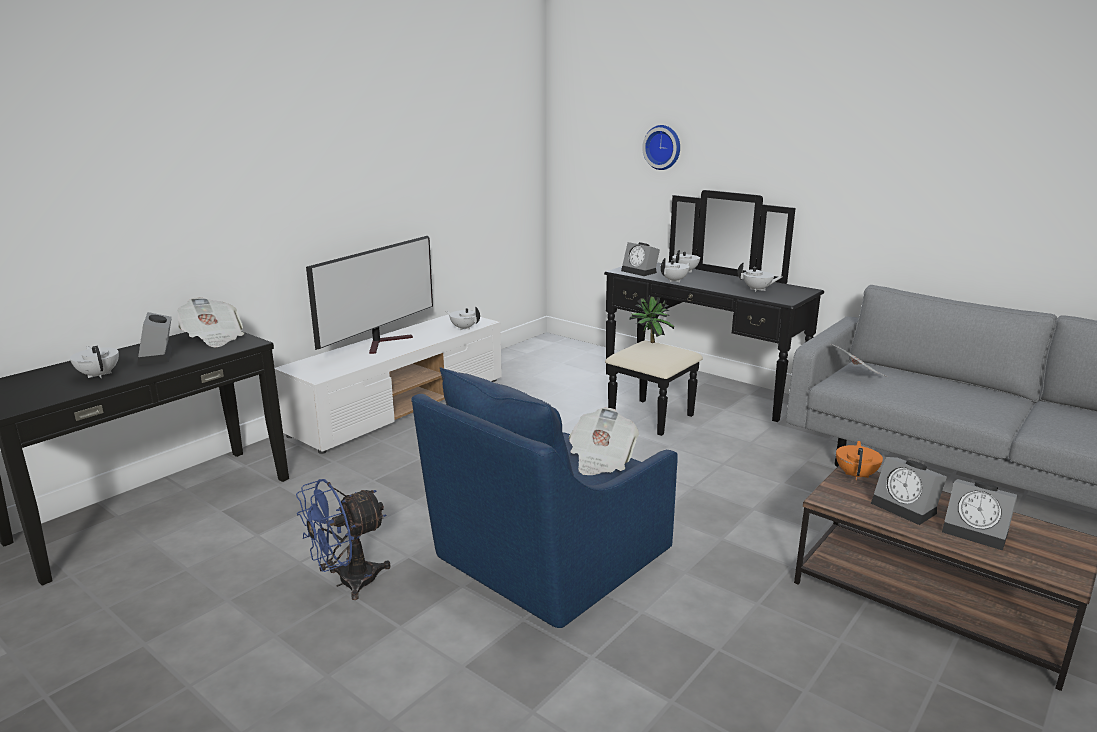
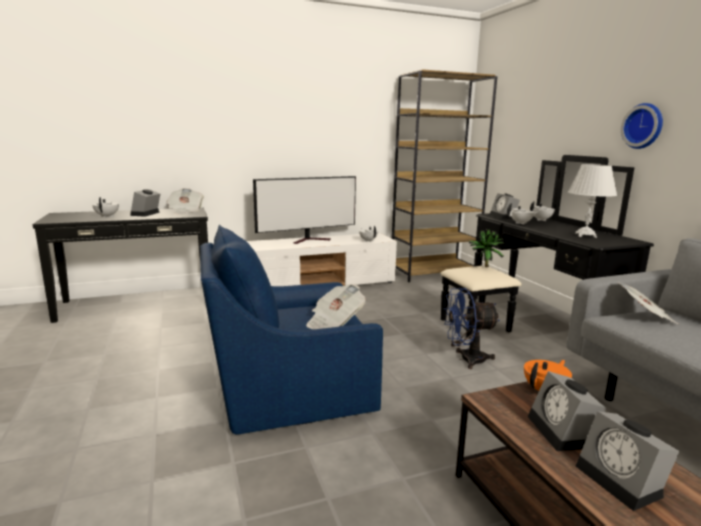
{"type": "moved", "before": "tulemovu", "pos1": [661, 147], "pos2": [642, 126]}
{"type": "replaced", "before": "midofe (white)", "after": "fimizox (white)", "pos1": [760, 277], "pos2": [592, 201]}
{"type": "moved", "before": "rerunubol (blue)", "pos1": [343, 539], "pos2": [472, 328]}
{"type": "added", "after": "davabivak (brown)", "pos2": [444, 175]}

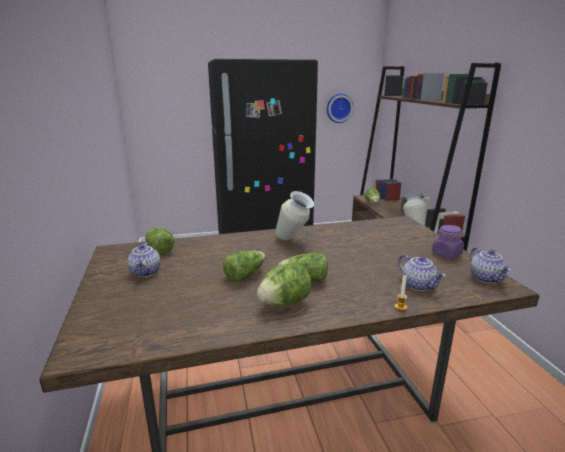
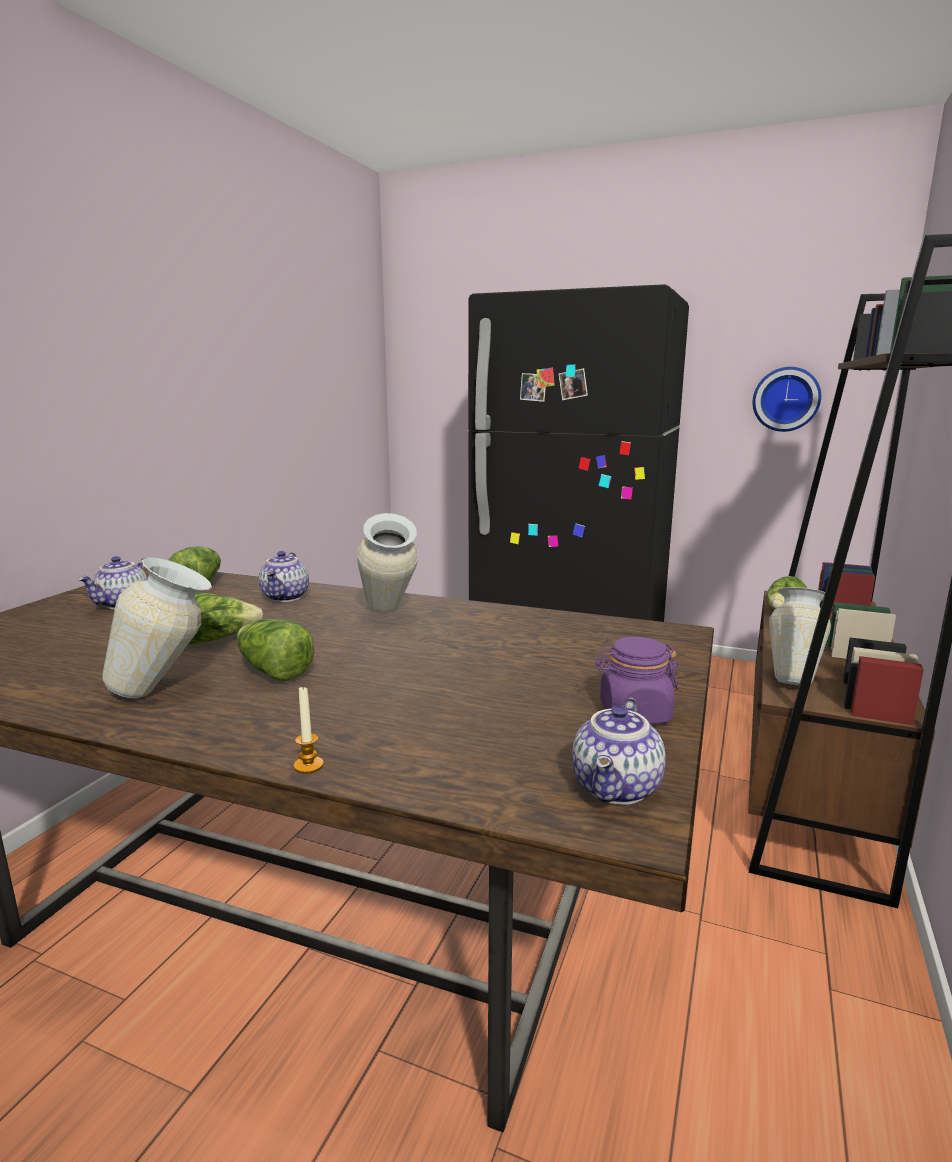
{"type": "moved", "before": "midofe", "pos1": [422, 272], "pos2": [284, 576]}
{"type": "replaced", "before": "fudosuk", "after": "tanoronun", "pos1": [284, 285], "pos2": [157, 628]}

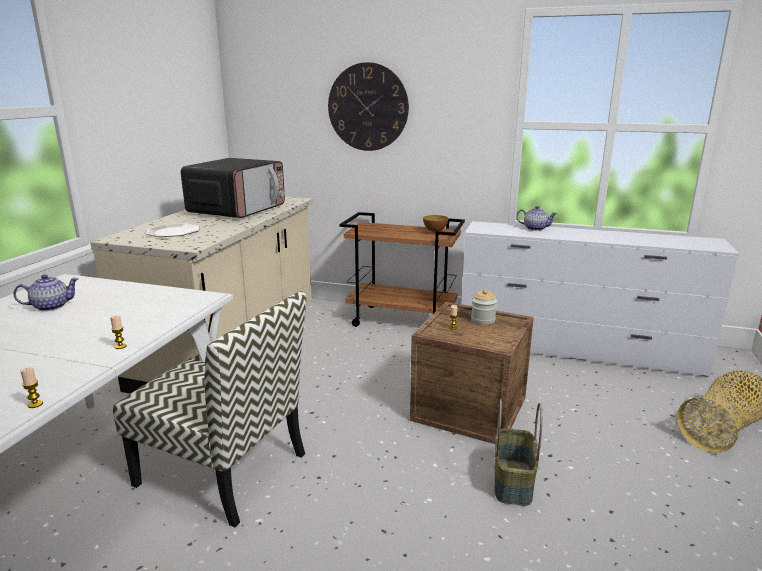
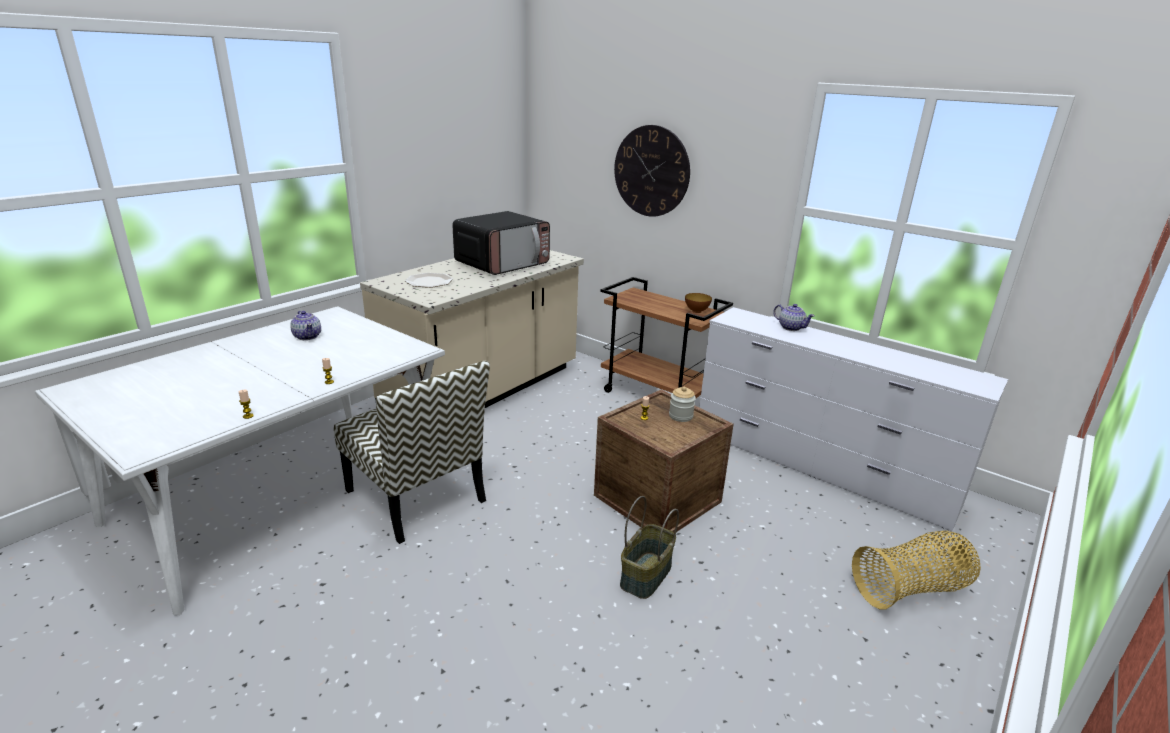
{"type": "turned", "before": "midofe", "pos1": [46, 292], "pos2": [305, 325], "turn": 60}

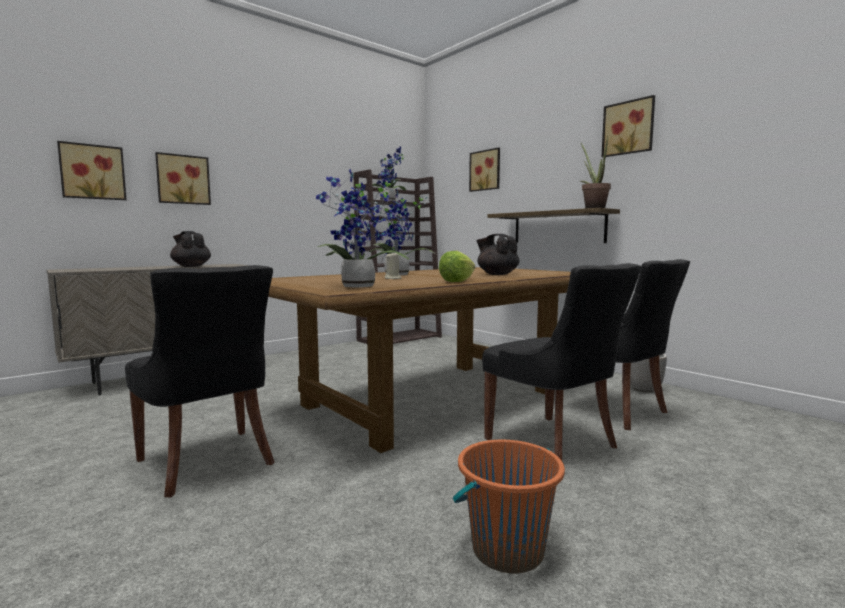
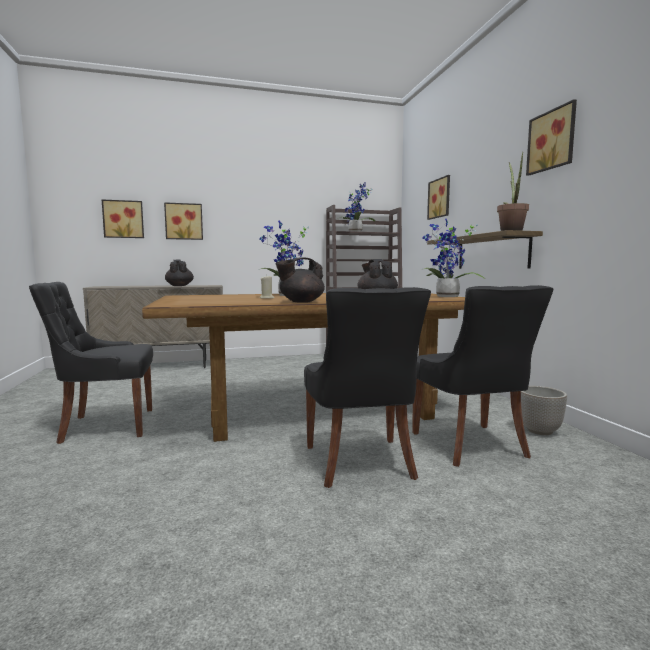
{"type": "moved", "before": "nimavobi", "pos1": [363, 228], "pos2": [453, 258]}
{"type": "replaced", "before": "fudosuk", "after": "midofe (black)", "pos1": [457, 266], "pos2": [300, 280]}
{"type": "turned", "before": "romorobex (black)", "pos1": [199, 381], "pos2": [91, 363], "turn": 90}
{"type": "removed", "before": "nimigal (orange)", "pos1": [509, 506]}

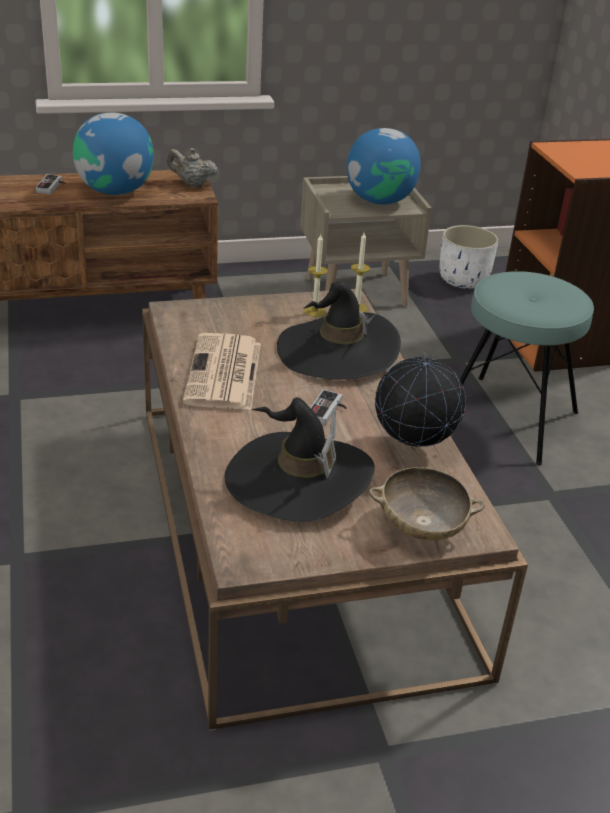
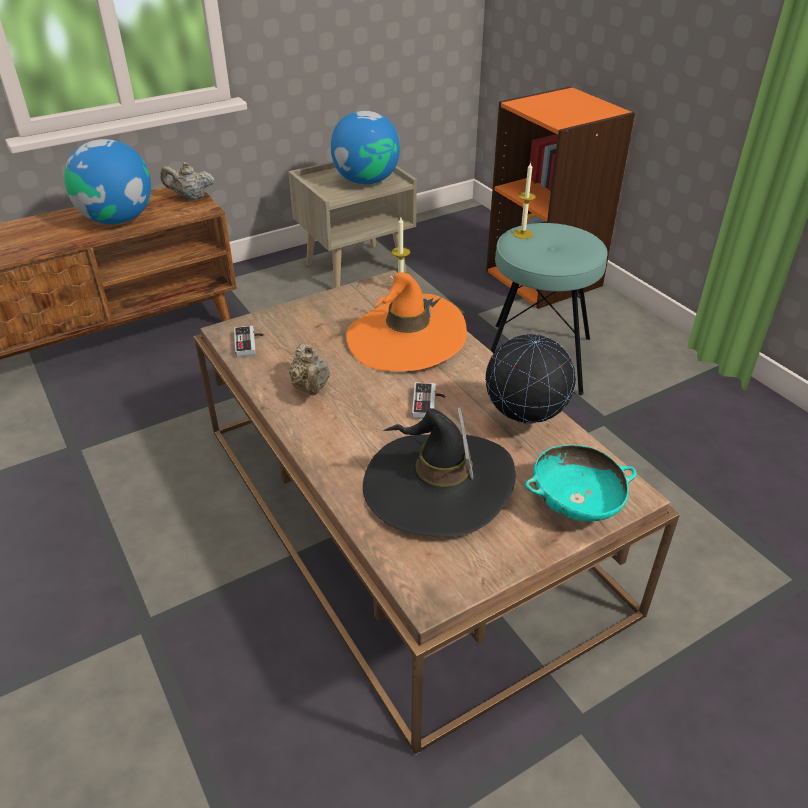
{"type": "moved", "before": "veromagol", "pos1": [50, 184], "pos2": [249, 341]}
{"type": "removed", "before": "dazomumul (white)", "pos1": [469, 257]}
{"type": "moved", "before": "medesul", "pos1": [316, 275], "pos2": [524, 201]}
{"type": "recoloured", "before": "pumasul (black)", "after": "pumasul (orange)", "pos1": [339, 330], "pos2": [406, 321]}
{"type": "replaced", "before": "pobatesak", "after": "midofe (beige)", "pos1": [221, 371], "pos2": [309, 370]}
{"type": "recoloured", "before": "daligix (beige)", "after": "daligix (turquoise)", "pos1": [427, 504], "pos2": [581, 483]}

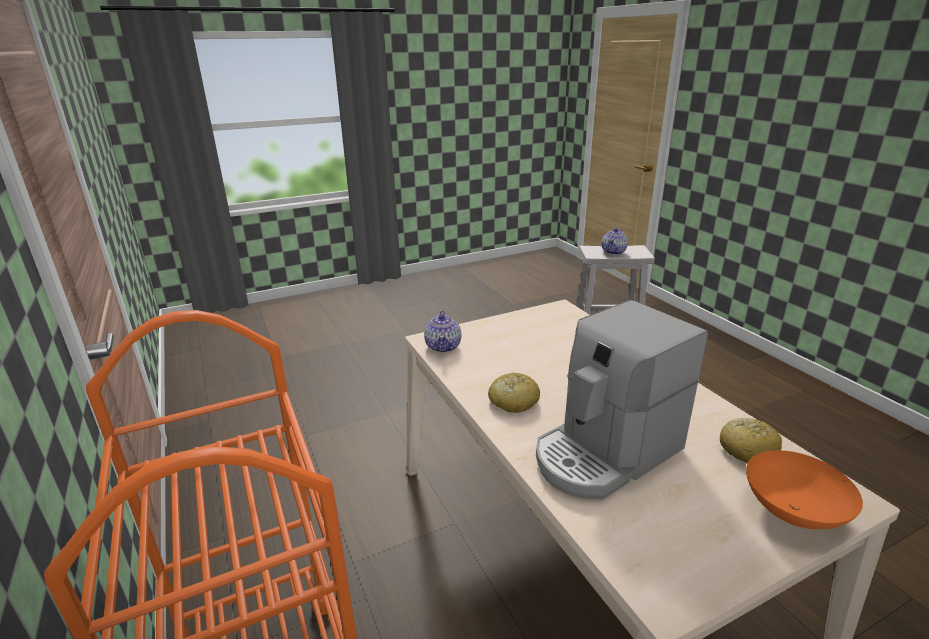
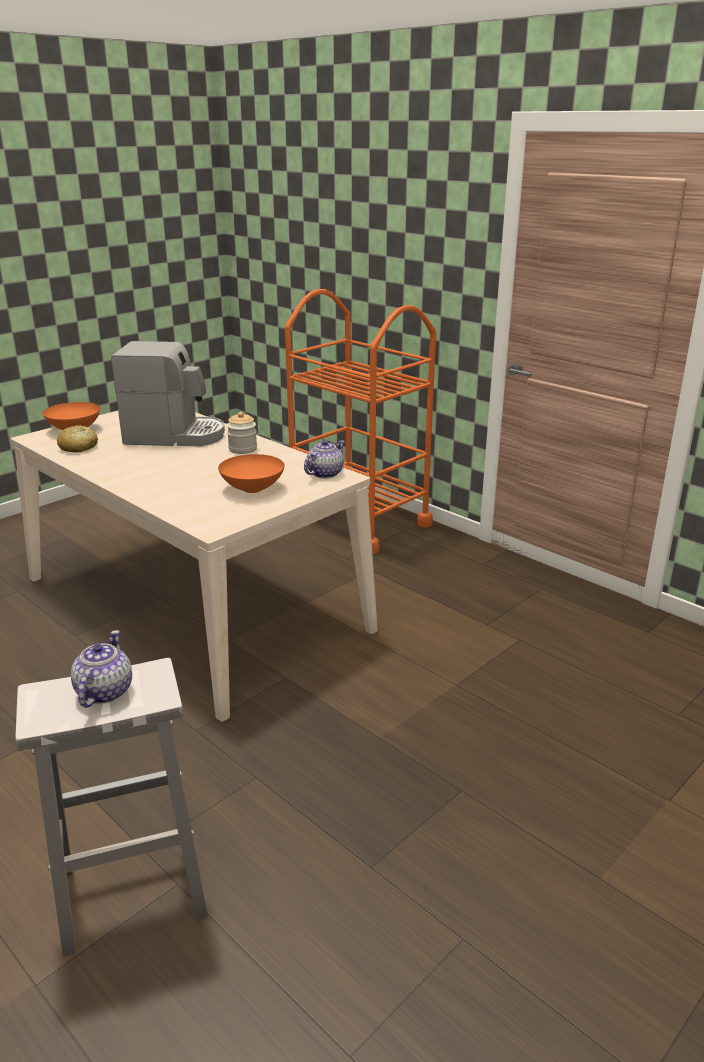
{"type": "turned", "before": "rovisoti", "pos1": [622, 400], "pos2": [168, 393], "turn": 60}
{"type": "turned", "before": "midofe", "pos1": [442, 332], "pos2": [324, 459], "turn": 60}
{"type": "replaced", "before": "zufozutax", "after": "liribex", "pos1": [514, 393], "pos2": [242, 433]}
{"type": "added", "after": "daligix (orange)", "pos2": [251, 473]}

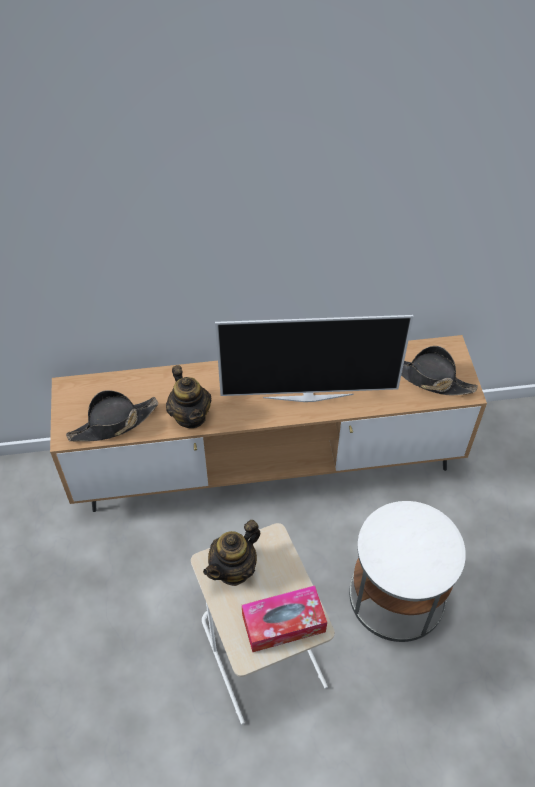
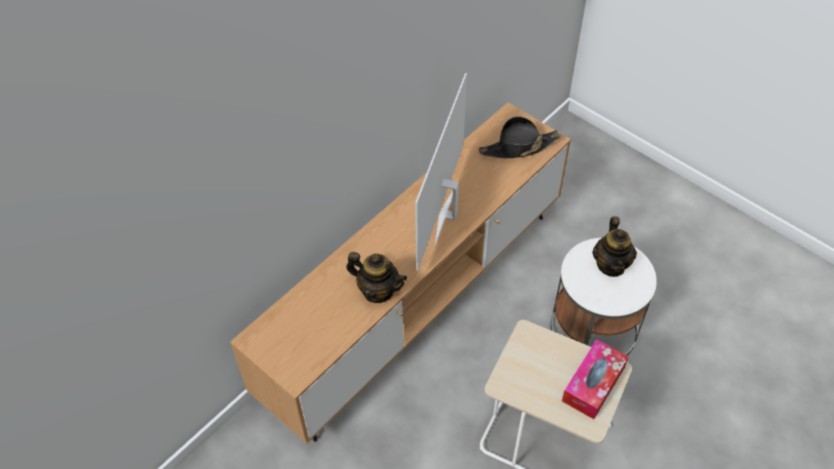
{"type": "turned", "before": "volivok", "pos1": [314, 358], "pos2": [441, 171], "turn": 150}
{"type": "removed", "before": "pumasul (black)", "pos1": [112, 415]}
{"type": "moved", "before": "midofe", "pos1": [232, 553], "pos2": [614, 246]}

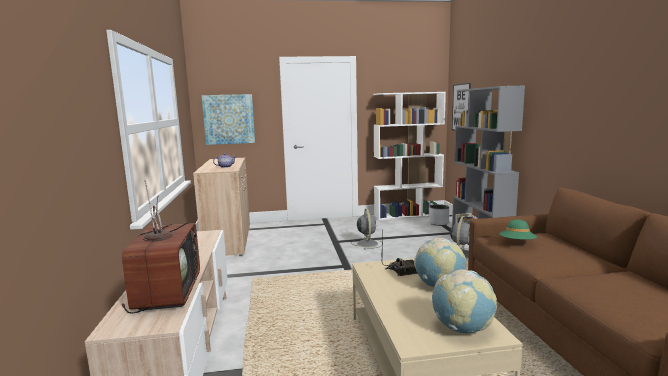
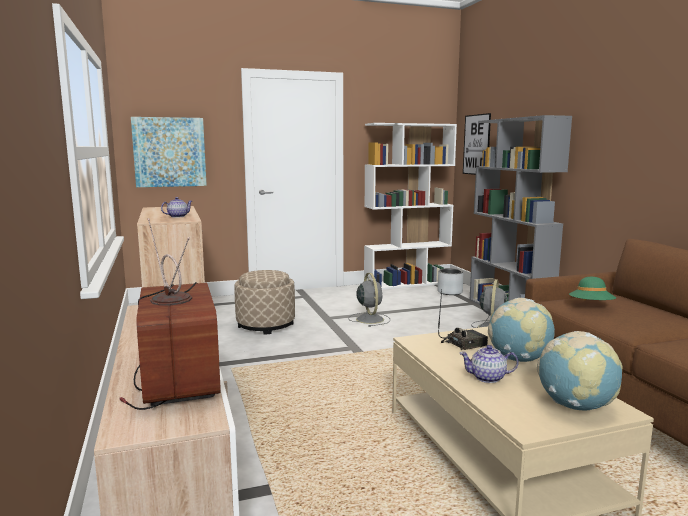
{"type": "added", "after": "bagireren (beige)", "pos2": [265, 302]}
{"type": "added", "after": "midofe", "pos2": [489, 364]}

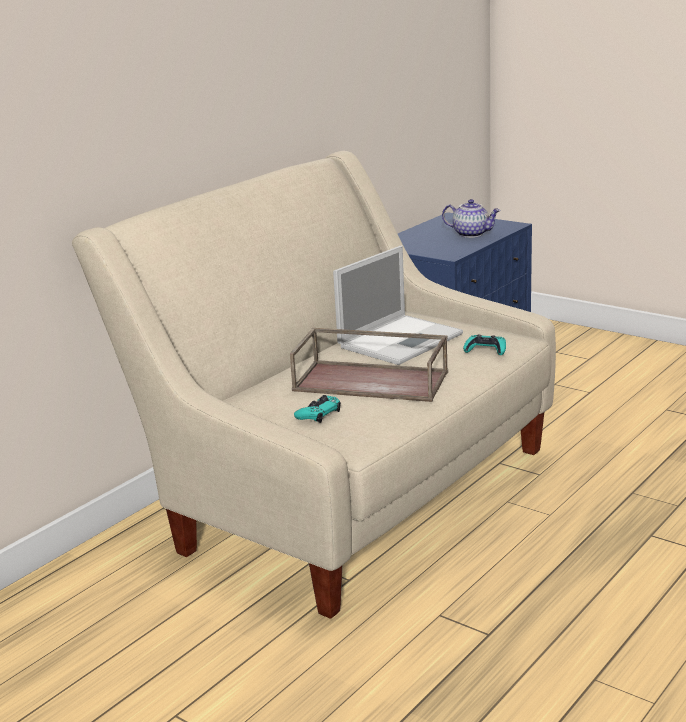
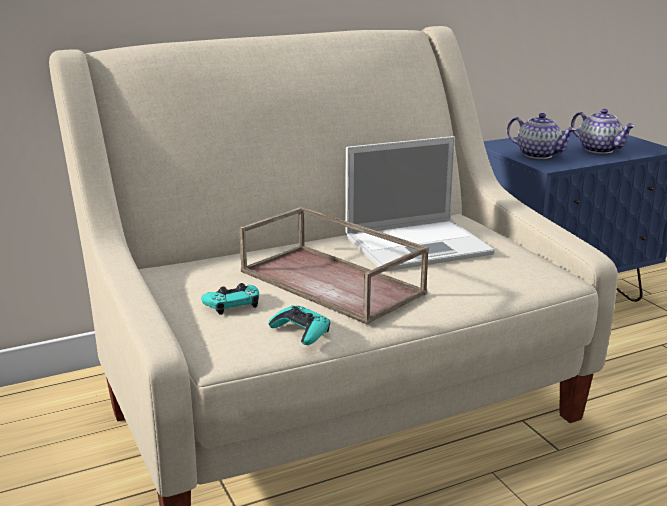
{"type": "moved", "before": "veromagol (turquoise)", "pos1": [484, 345], "pos2": [299, 325]}
{"type": "added", "after": "midofe", "pos2": [542, 136]}

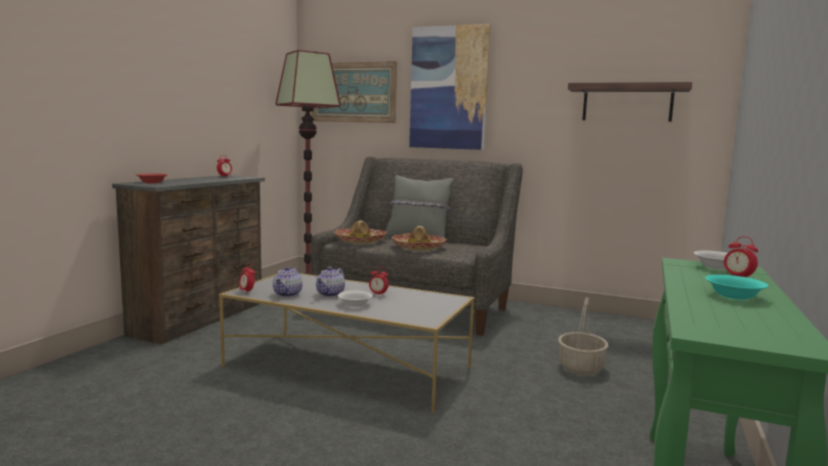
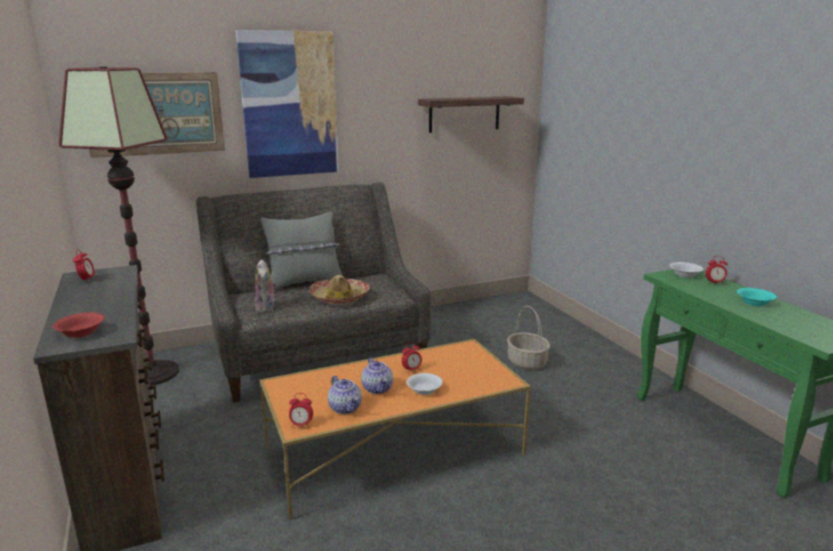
{"type": "replaced", "before": "pumasul", "after": "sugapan", "pos1": [360, 232], "pos2": [266, 286]}
{"type": "recoloured", "before": "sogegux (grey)", "after": "sogegux (orange)", "pos1": [346, 343], "pos2": [395, 429]}

